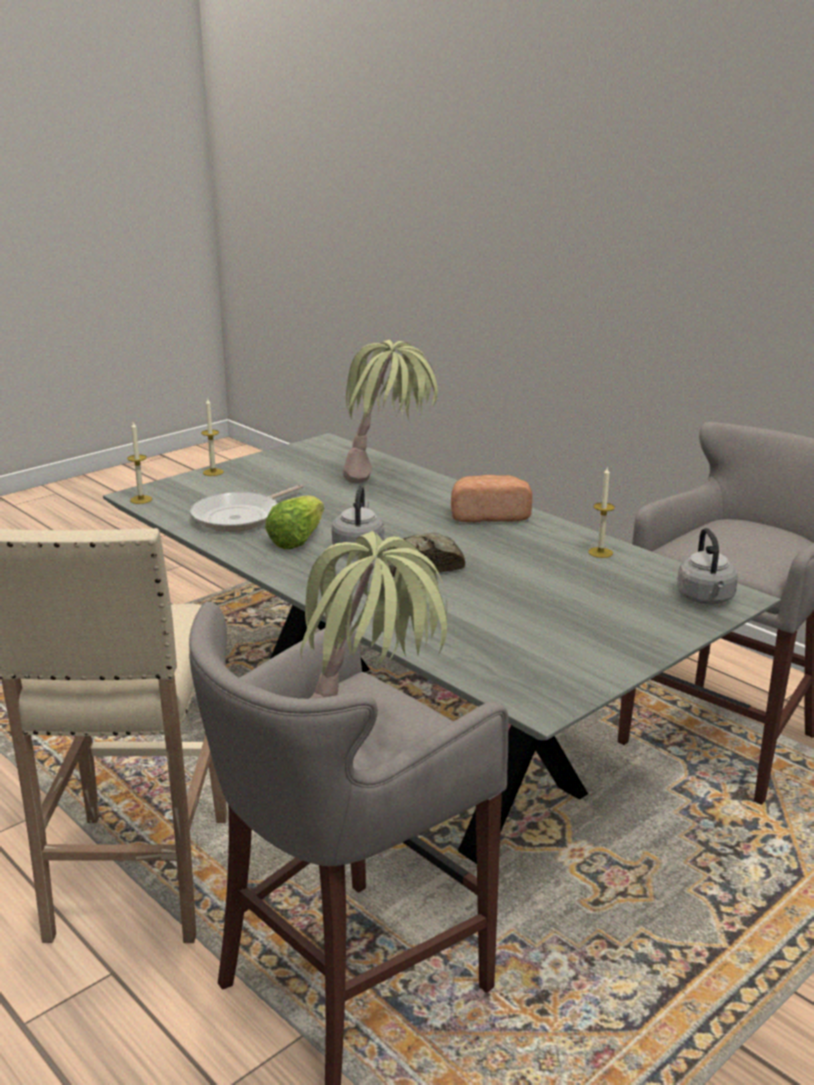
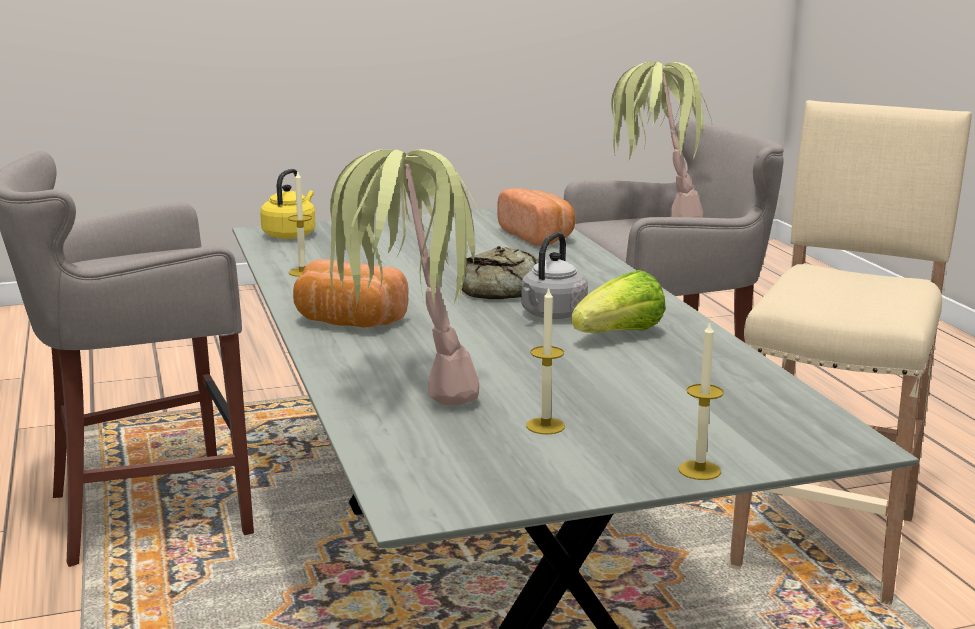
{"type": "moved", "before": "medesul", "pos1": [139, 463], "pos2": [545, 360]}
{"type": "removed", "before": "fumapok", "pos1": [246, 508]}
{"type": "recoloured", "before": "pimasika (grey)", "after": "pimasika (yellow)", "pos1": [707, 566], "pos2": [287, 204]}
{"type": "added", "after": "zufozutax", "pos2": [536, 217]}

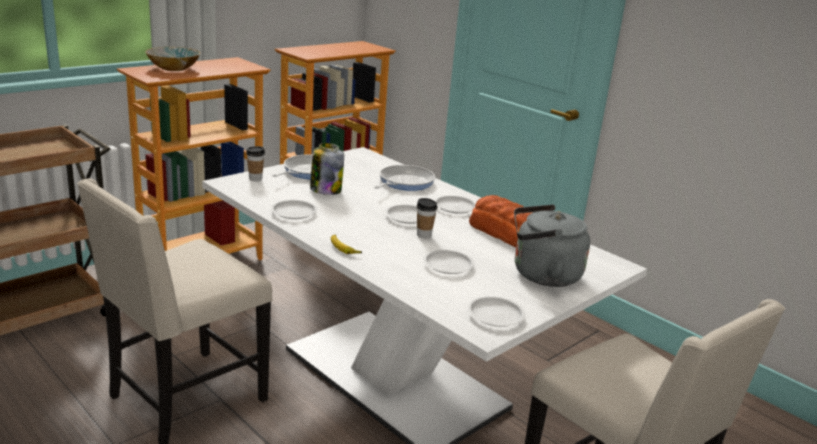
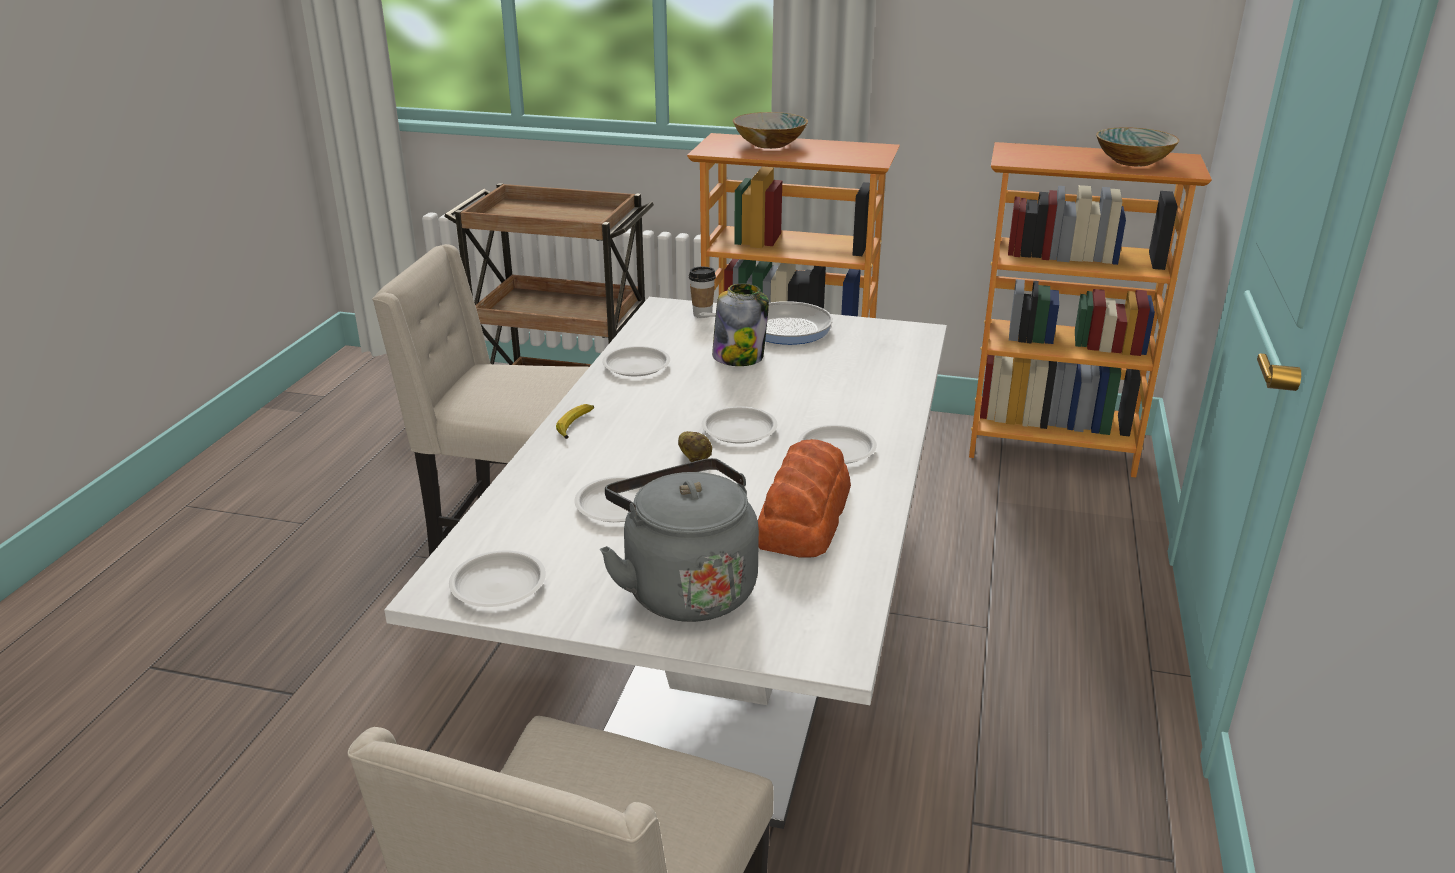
{"type": "removed", "before": "fumapok", "pos1": [404, 178]}
{"type": "replaced", "before": "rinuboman", "after": "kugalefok", "pos1": [426, 218], "pos2": [695, 446]}
{"type": "added", "after": "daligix", "pos2": [1137, 146]}

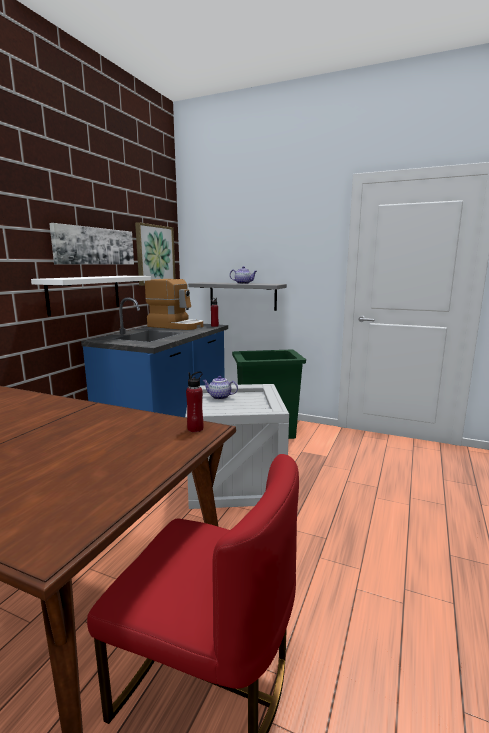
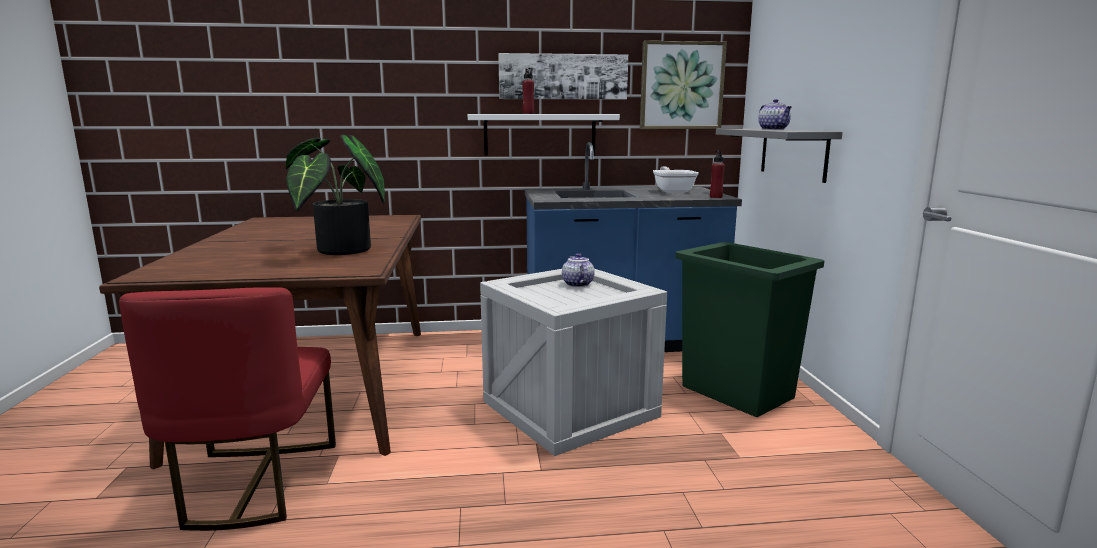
{"type": "replaced", "before": "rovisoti", "after": "fumapok", "pos1": [174, 304], "pos2": [676, 180]}
{"type": "moved", "before": "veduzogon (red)", "pos1": [194, 402], "pos2": [528, 91]}
{"type": "added", "after": "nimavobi", "pos2": [335, 195]}

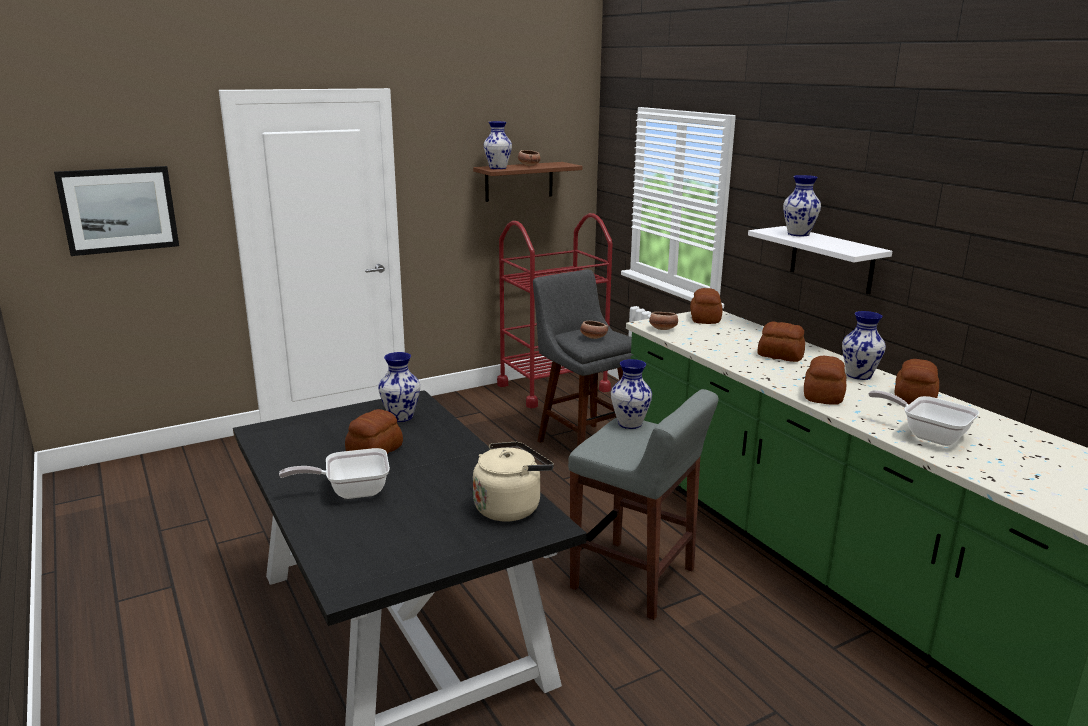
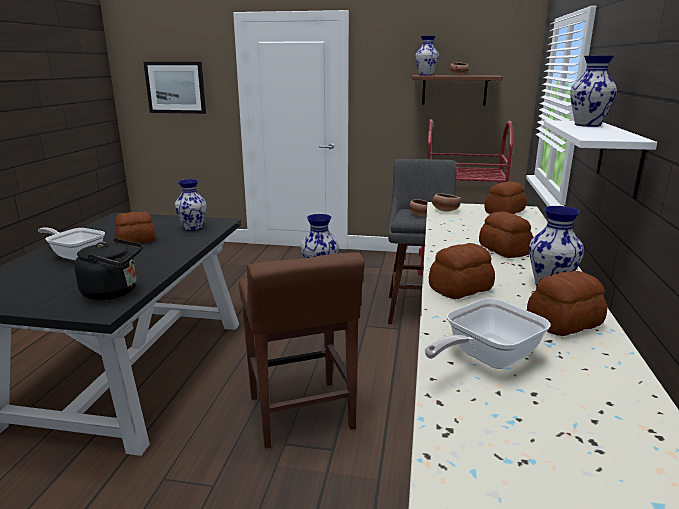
{"type": "recoloured", "before": "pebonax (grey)", "after": "pebonax (brown)", "pos1": [643, 504], "pos2": [302, 350]}
{"type": "turned", "before": "fumapok", "pos1": [923, 418], "pos2": [488, 333], "turn": -120}
{"type": "recoloured", "before": "pimasika (beige)", "after": "pimasika (black)", "pos1": [513, 481], "pos2": [108, 269]}

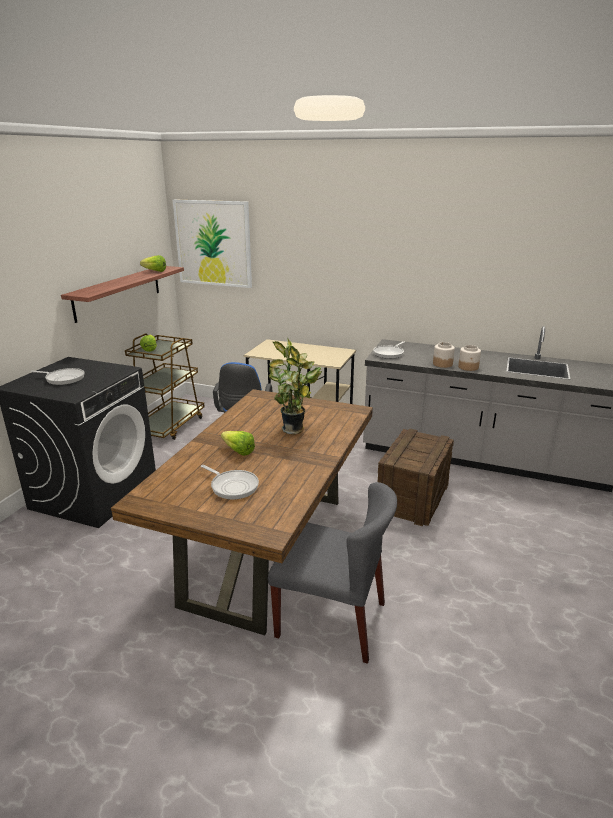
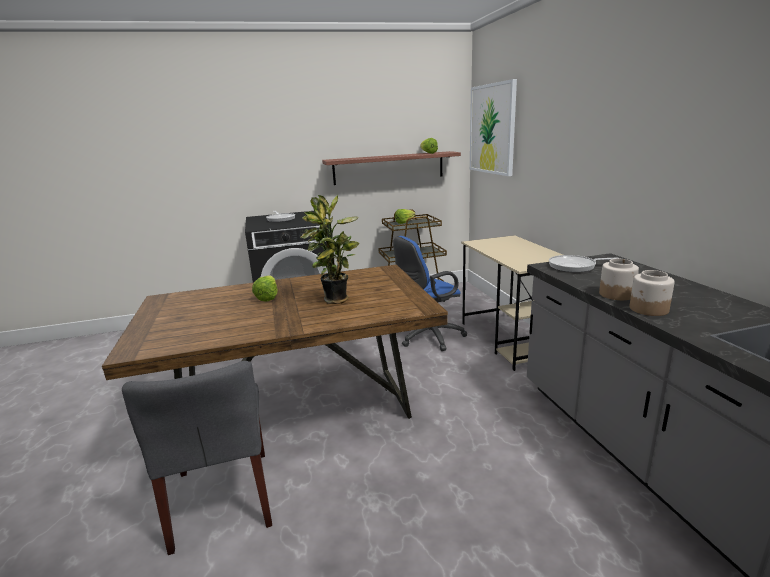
{"type": "removed", "before": "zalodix", "pos1": [416, 477]}
{"type": "removed", "before": "fumapok", "pos1": [230, 482]}

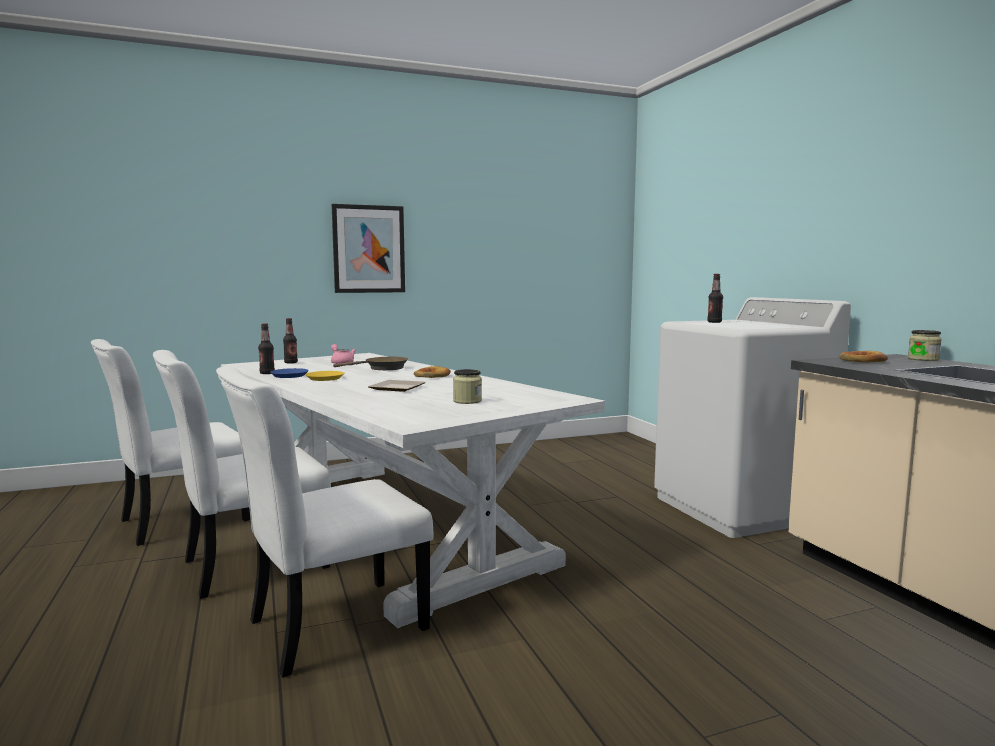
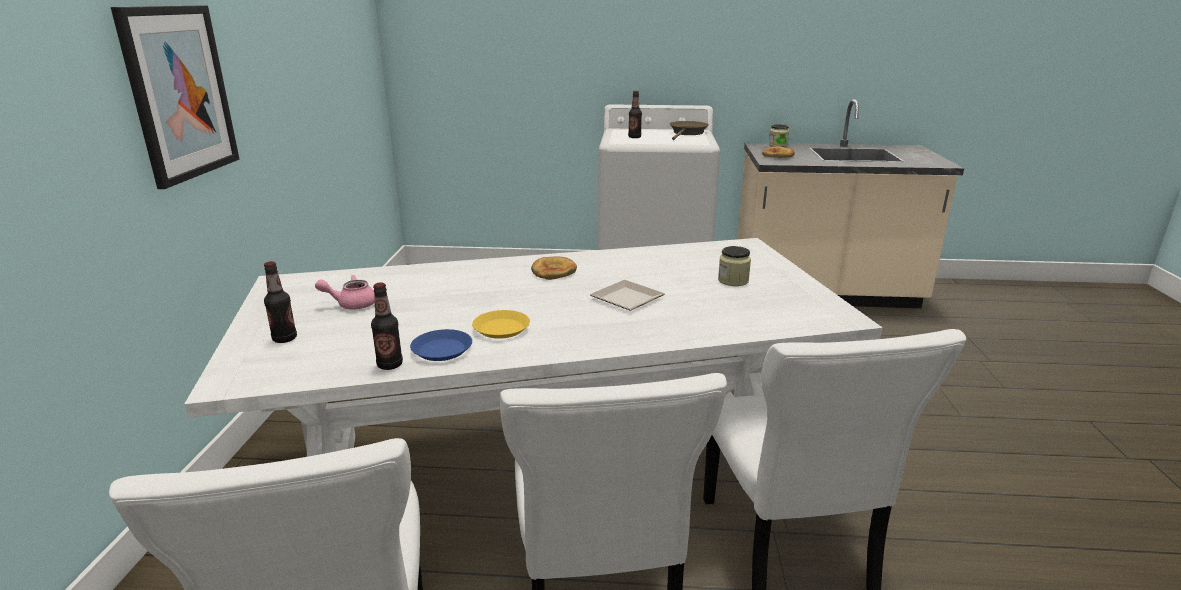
{"type": "moved", "before": "fumapok (brown)", "pos1": [370, 363], "pos2": [689, 130]}

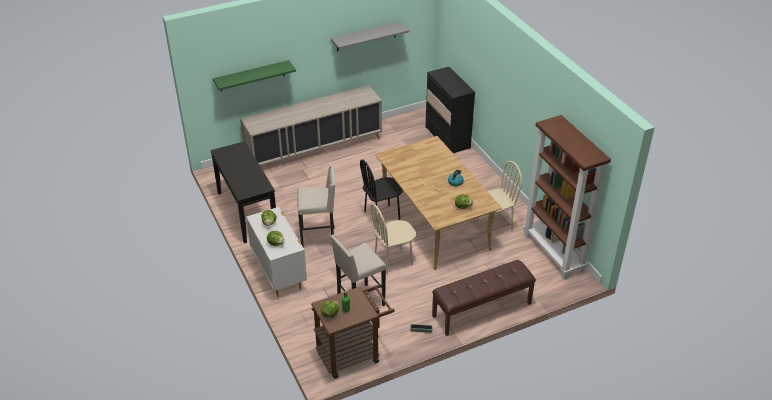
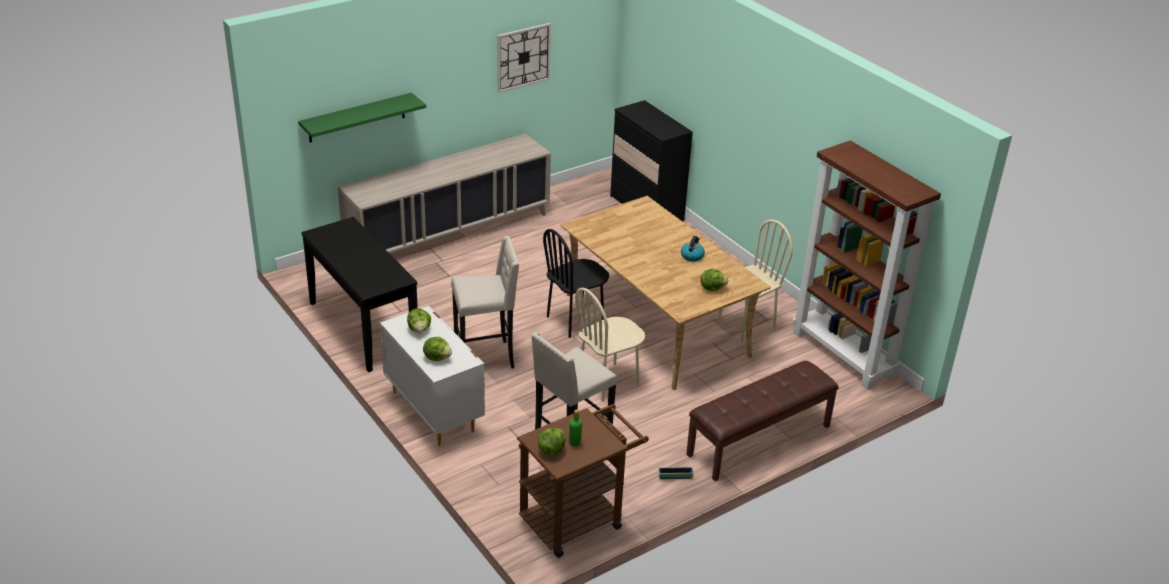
{"type": "replaced", "before": "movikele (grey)", "after": "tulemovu", "pos1": [370, 36], "pos2": [524, 58]}

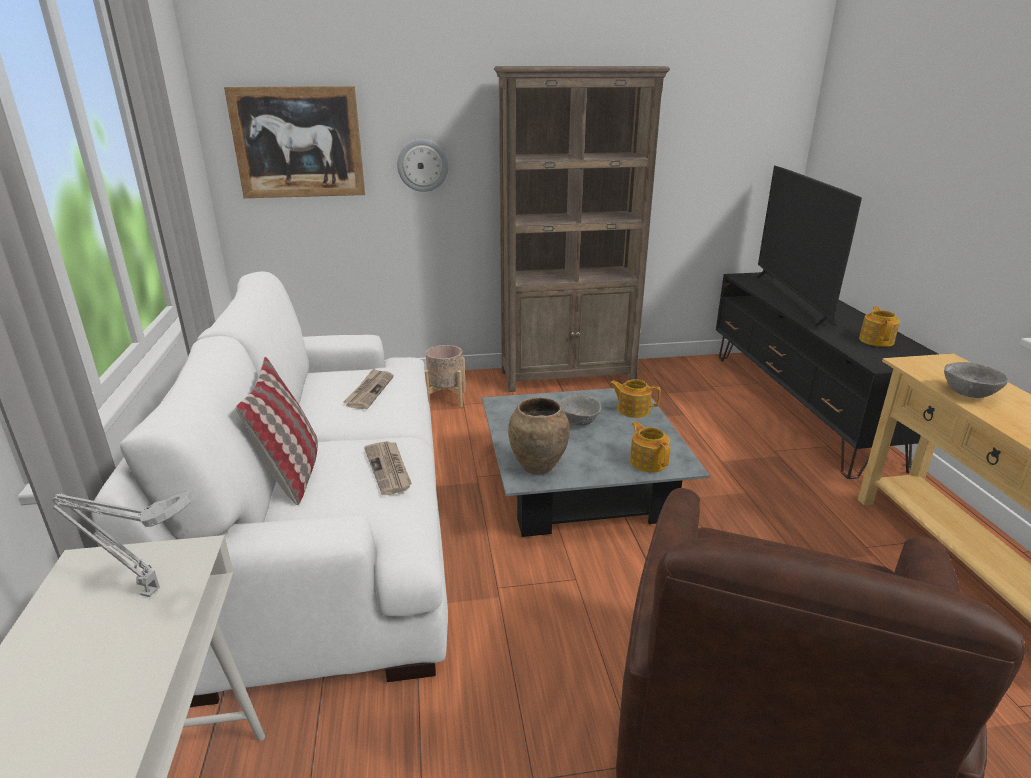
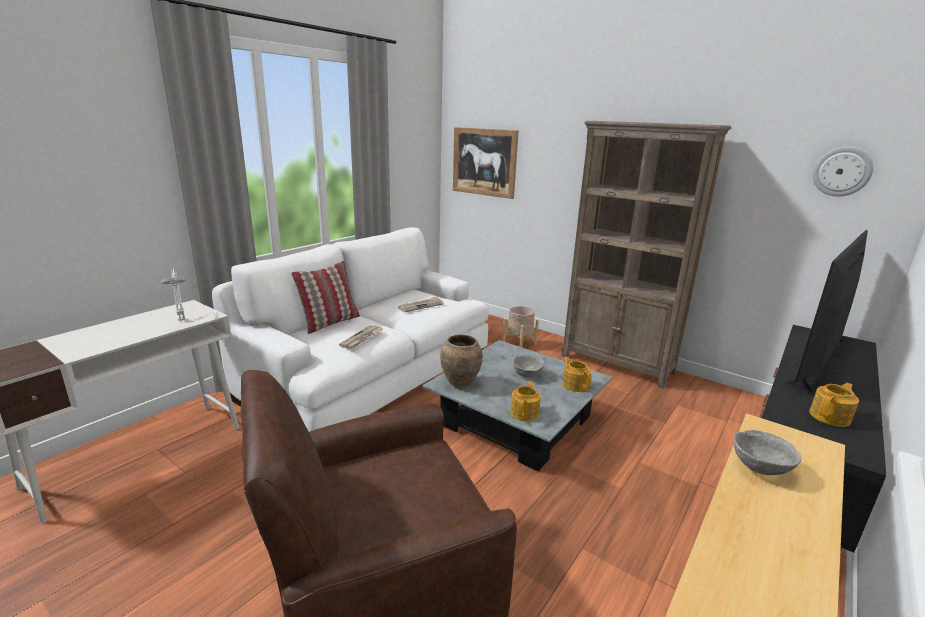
{"type": "moved", "before": "tulemovu", "pos1": [422, 165], "pos2": [843, 171]}

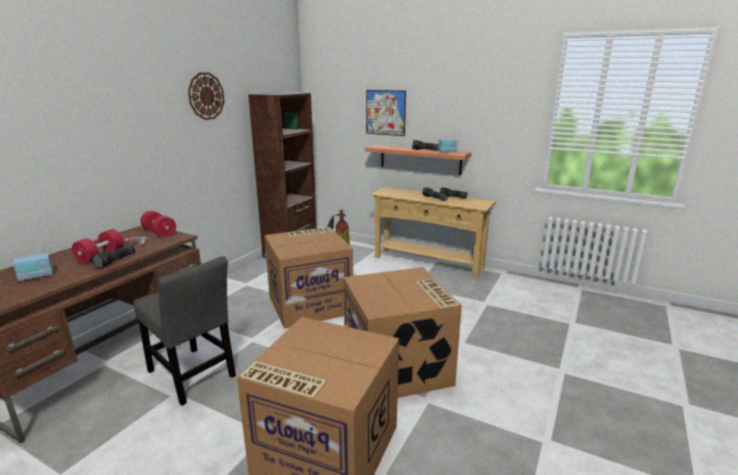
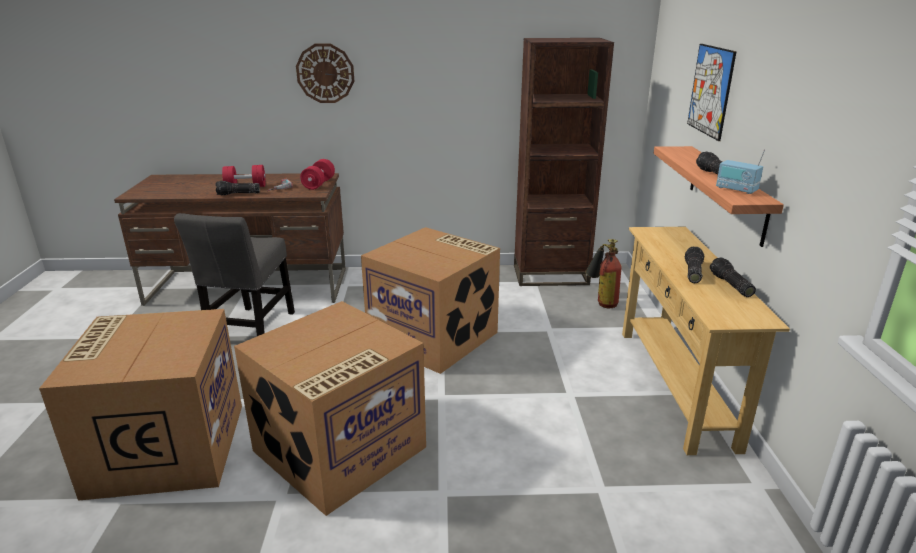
{"type": "moved", "before": "tulemovu", "pos1": [206, 96], "pos2": [325, 73]}
{"type": "removed", "before": "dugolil", "pos1": [33, 261]}

